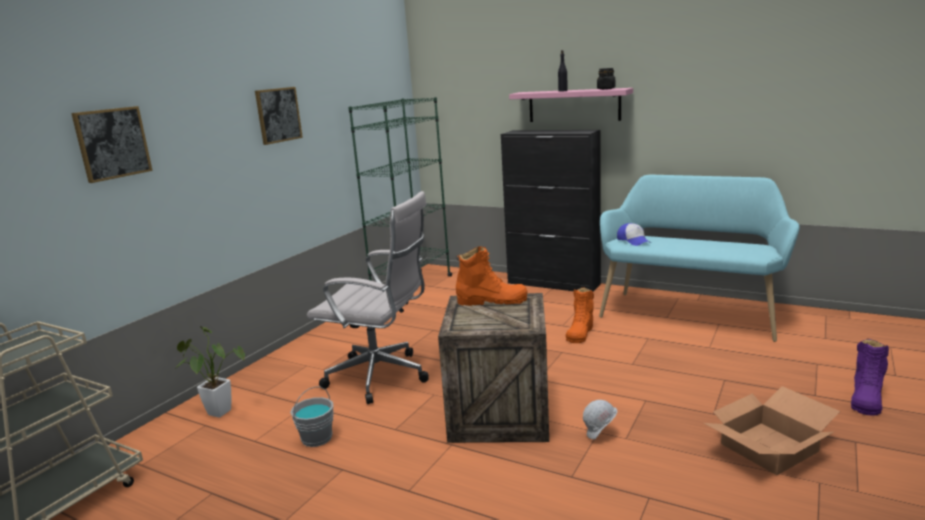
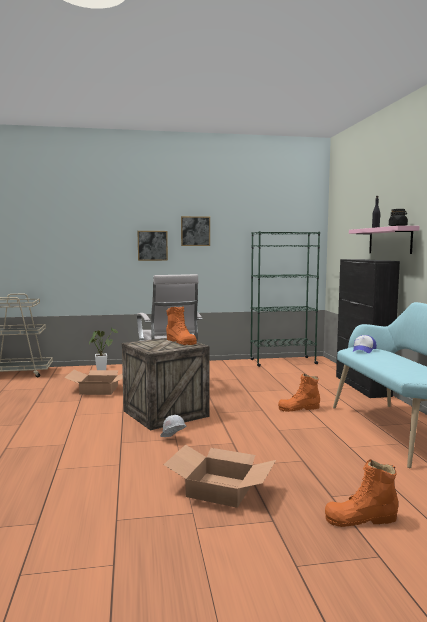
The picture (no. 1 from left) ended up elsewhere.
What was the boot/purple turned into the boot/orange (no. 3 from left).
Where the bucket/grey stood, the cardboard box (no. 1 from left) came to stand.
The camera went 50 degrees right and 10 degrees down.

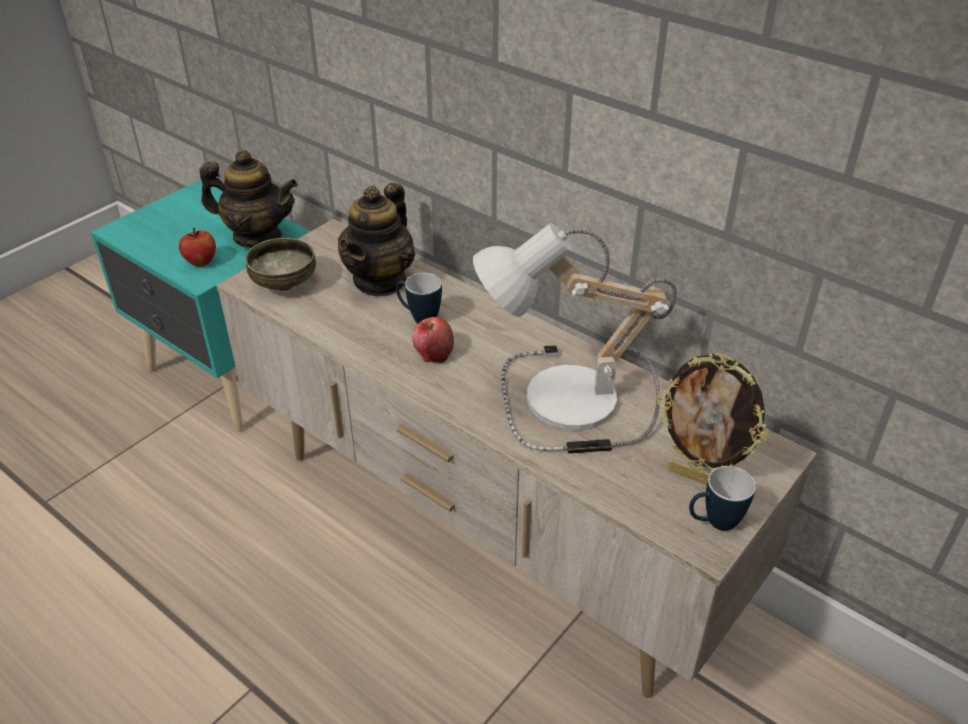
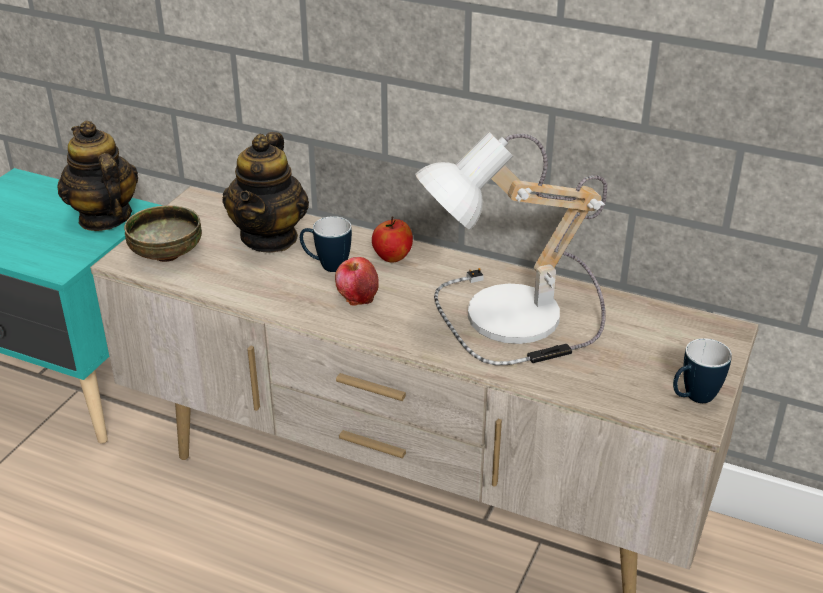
The teapot (no. 1 from left) ended up facing another way, 120 degrees counterclockwise from before.
The apple (no. 1 from left in the first image) ended up elsewhere.
The second view lost the picture frame.
The camera went 15 degrees left and 5 degrees down.

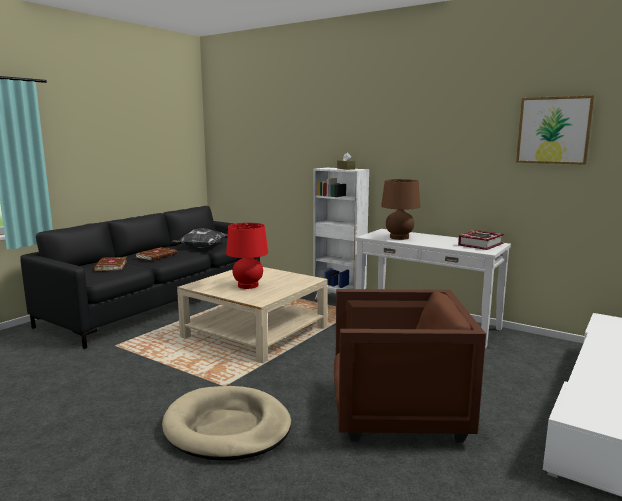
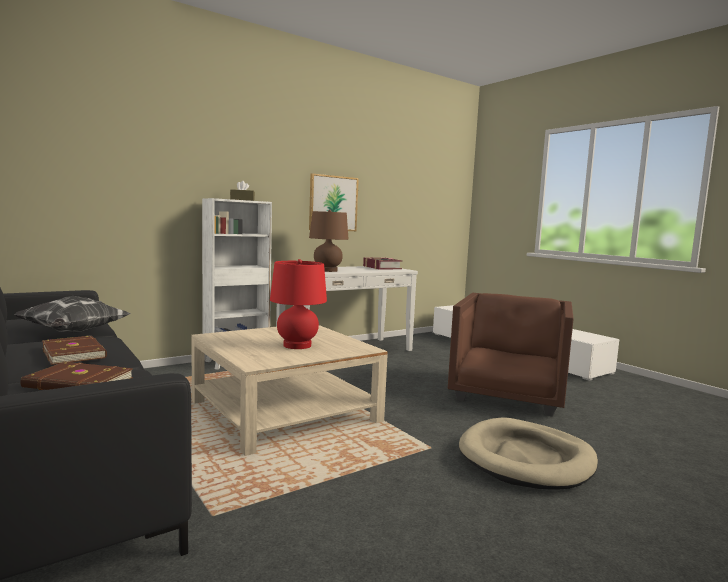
The picture ended up elsewhere.
The camera went 70 degrees left and 5 degrees down.

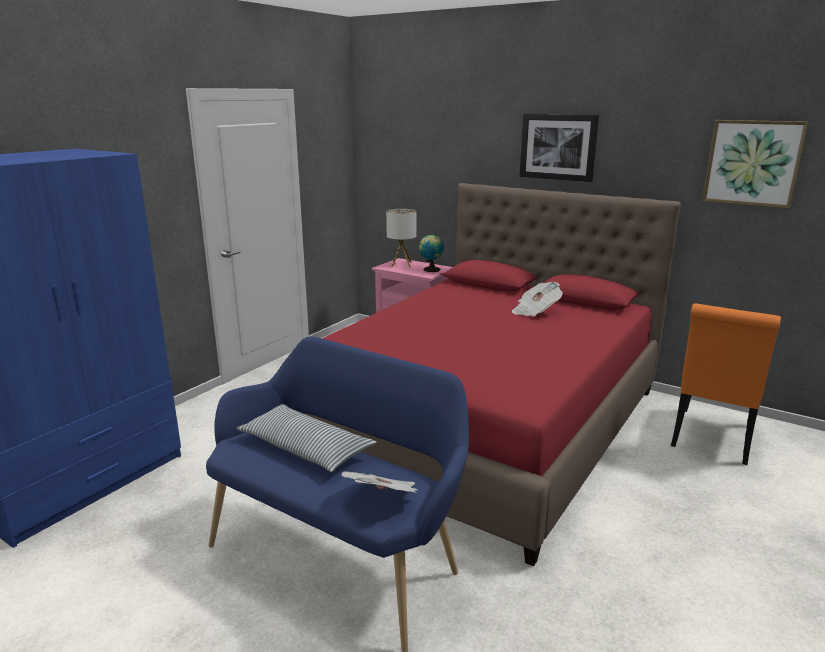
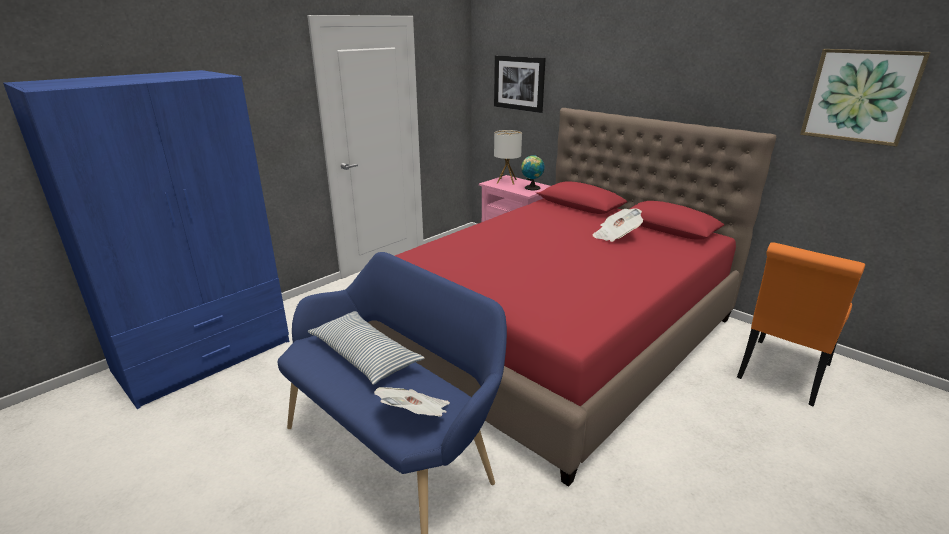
The picture (no. 1 from left) ended up elsewhere.
The camera went 10 degrees right and 5 degrees up.

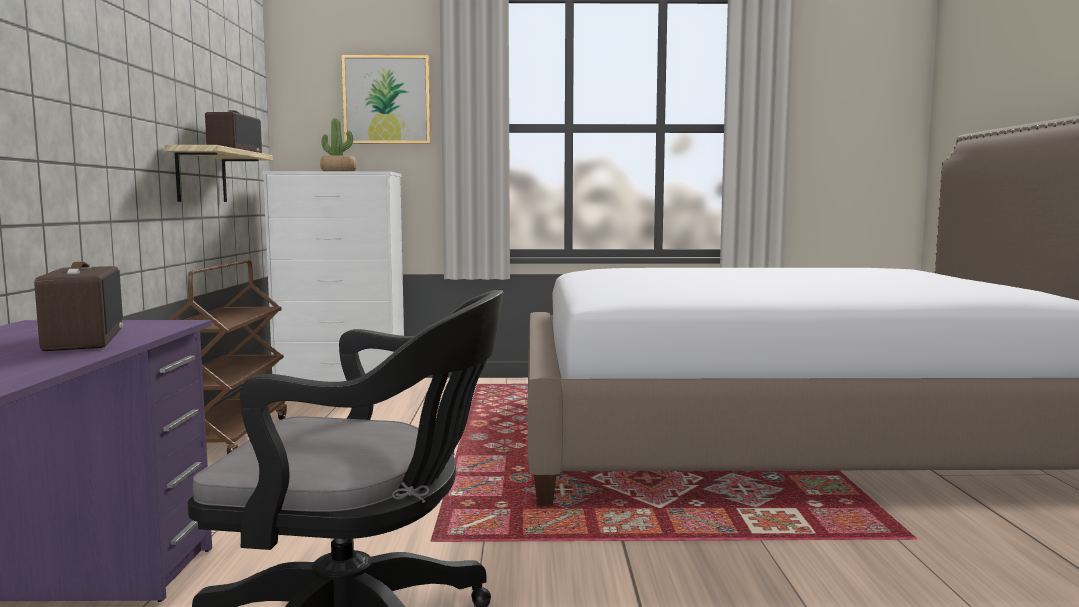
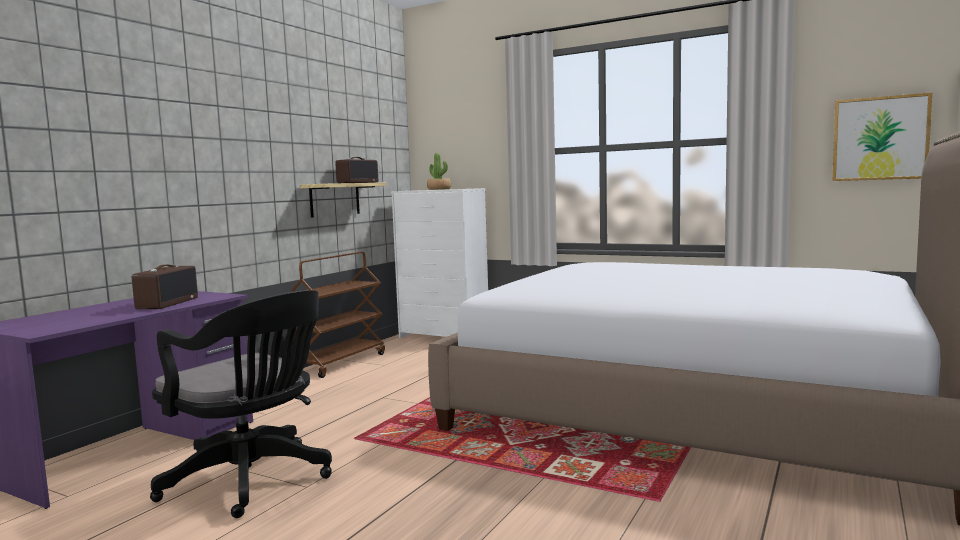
The picture ended up elsewhere.
The camera went 30 degrees right and 0 degrees up.

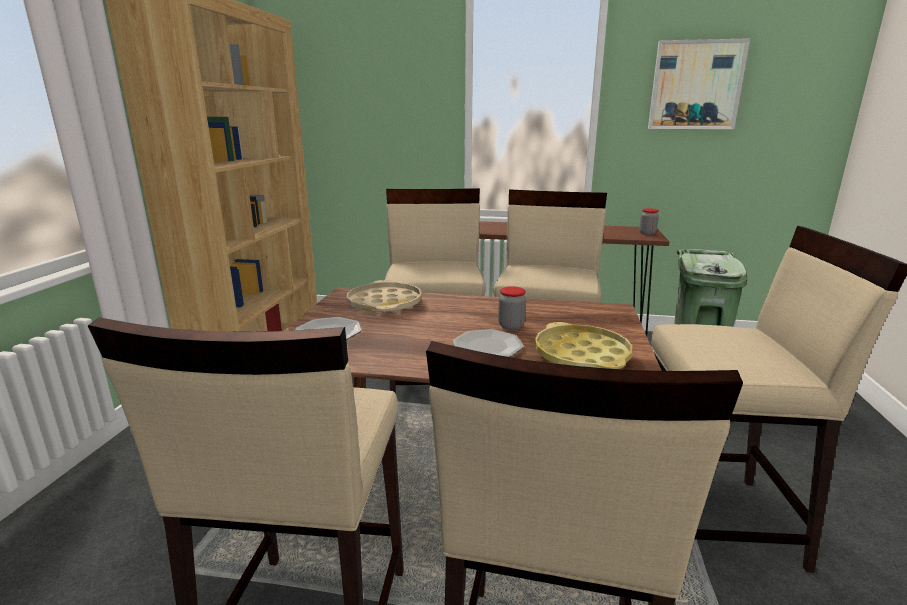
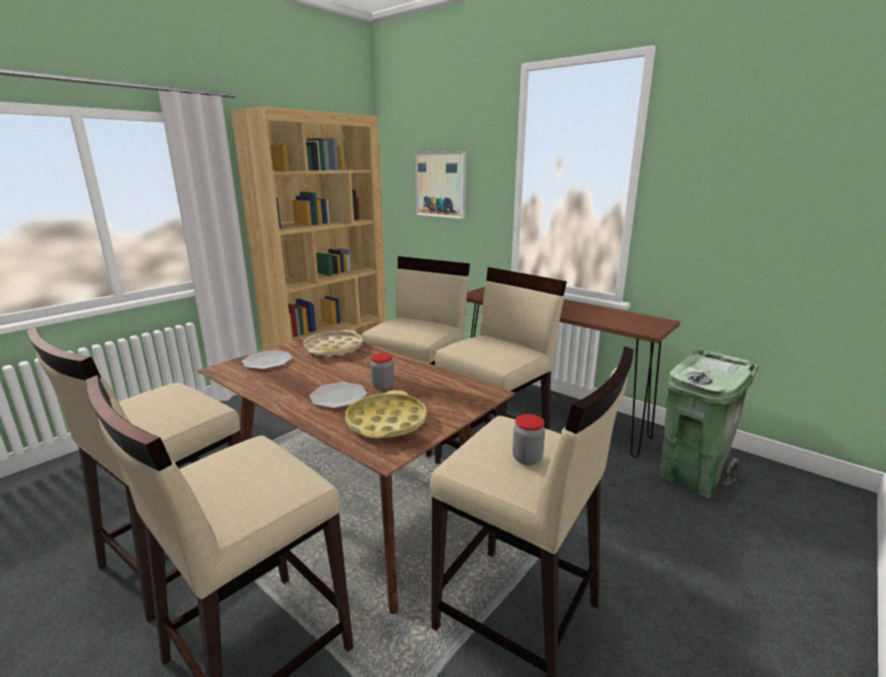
The picture ended up elsewhere.
The jar (no. 2 from left) ended up elsewhere.
The camera went 30 degrees right and 0 degrees up.

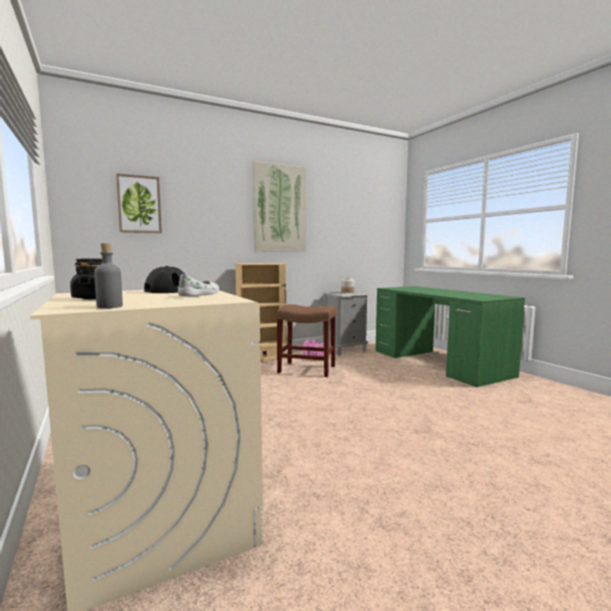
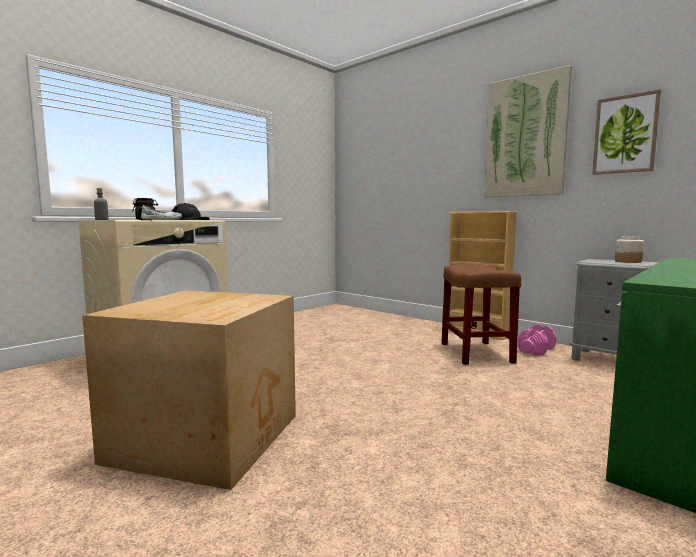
The picture (no. 1 from left in the first image) ended up elsewhere.
The second view gained the cardboard box.
The camera went 70 degrees right and 0 degrees up.

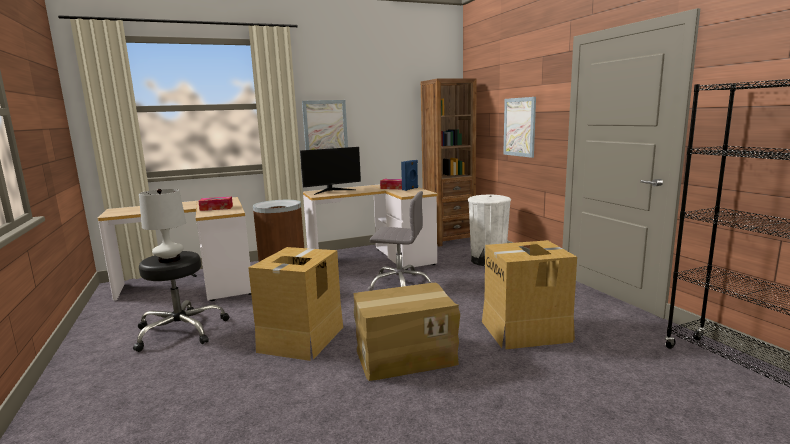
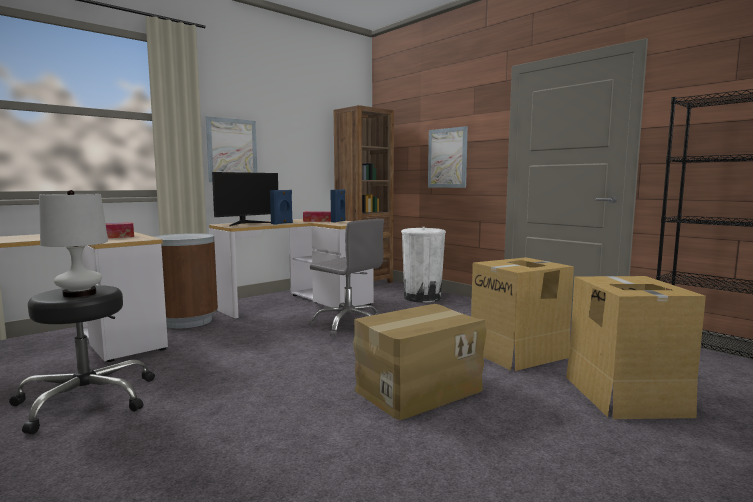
The office chair/grey ended up facing another way, 45 degrees clockwise from before.
The cardboard box (no. 1 from left in the first image) ended up elsewhere.
The second view gained the speaker/blue (no. 1 from left).
The camera went 20 degrees left and 5 degrees down.

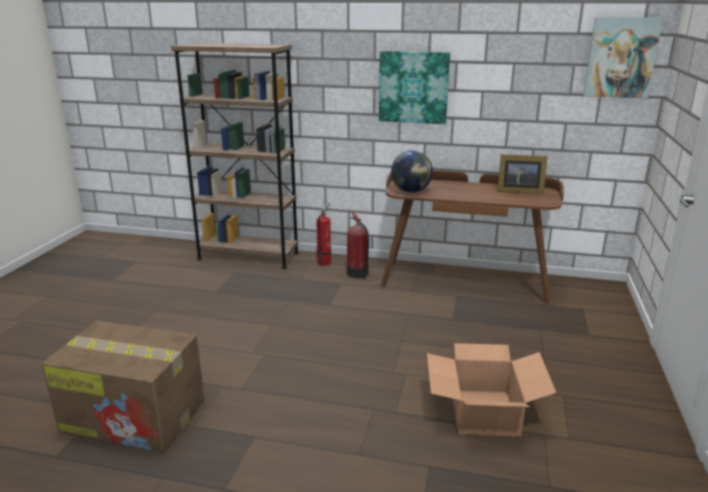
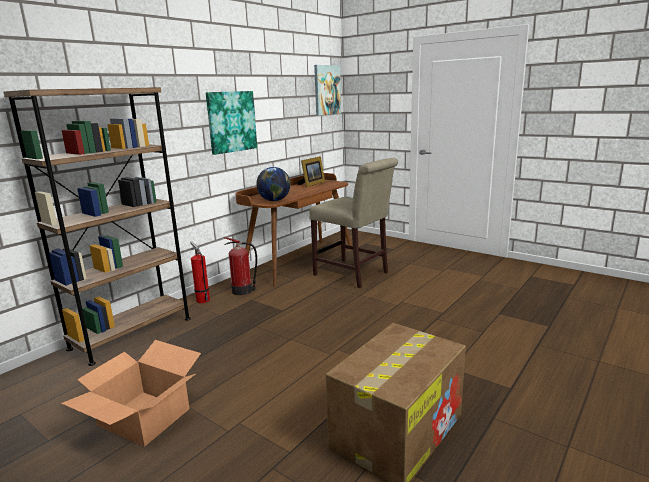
The cardboard box (no. 2 from left in the first image) ended up elsewhere.
The second view gained the chair/beige.
The camera went 65 degrees left and 5 degrees down.

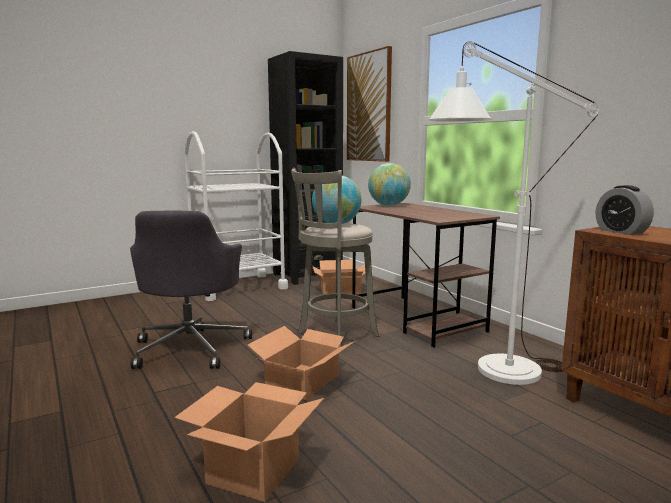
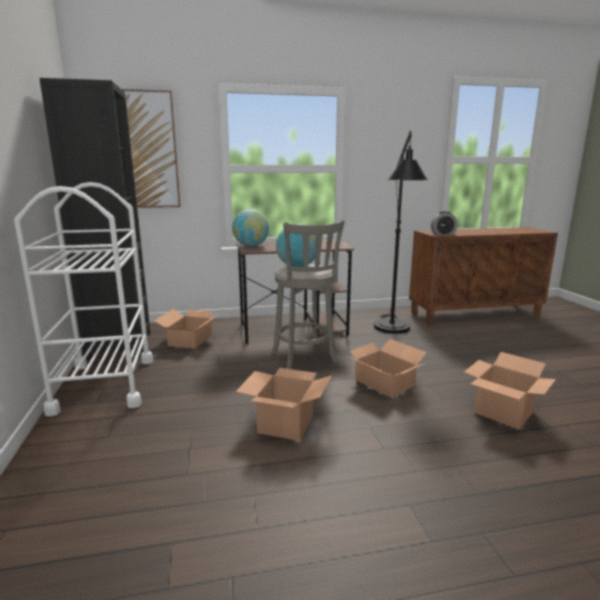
What was the floor lamp/white turned into the floor lamp/black.
Where the office chair/grey stood, the cardboard box (no. 2 from left) came to stand.
The camera went 70 degrees left and 5 degrees up.

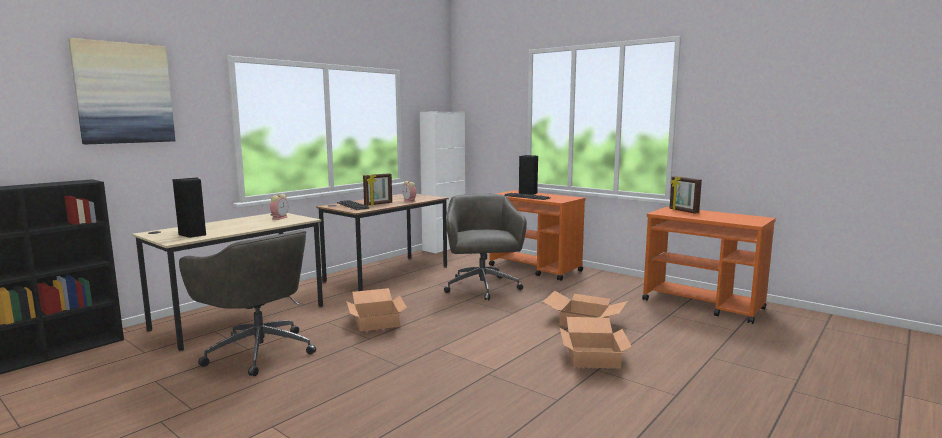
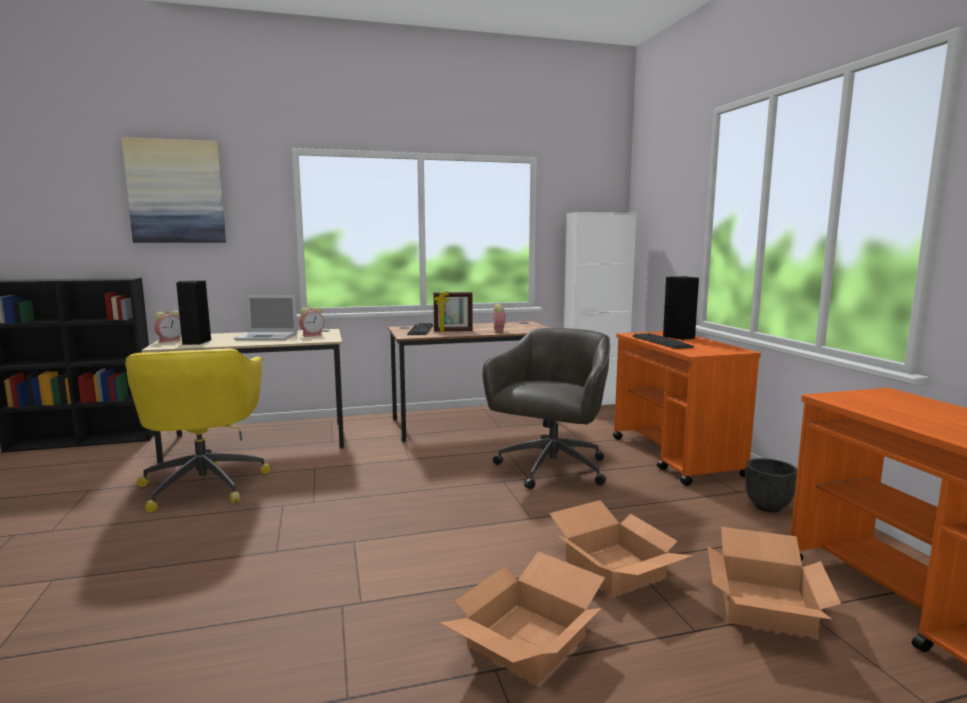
The second view lost the picture frame (no. 2 from left).
What was the office chair/grey (no. 1 from left) turned into the office chair/yellow.
The cardboard box (no. 1 from left in the first image) ended up elsewhere.
The second view gained the laptop.
The second view gained the alarm clock (no. 1 from left).
The second view gained the planter/black.
The camera went 35 degrees right and 0 degrees up.

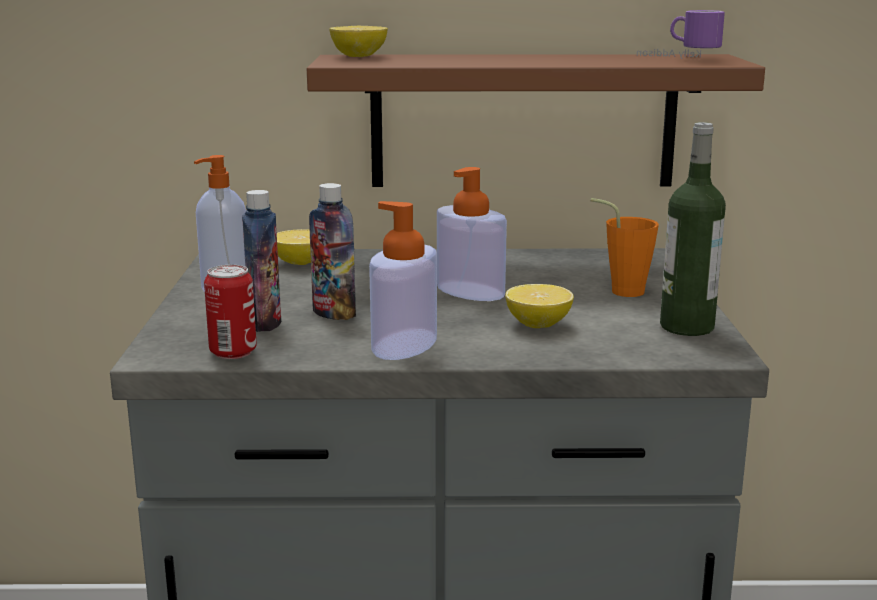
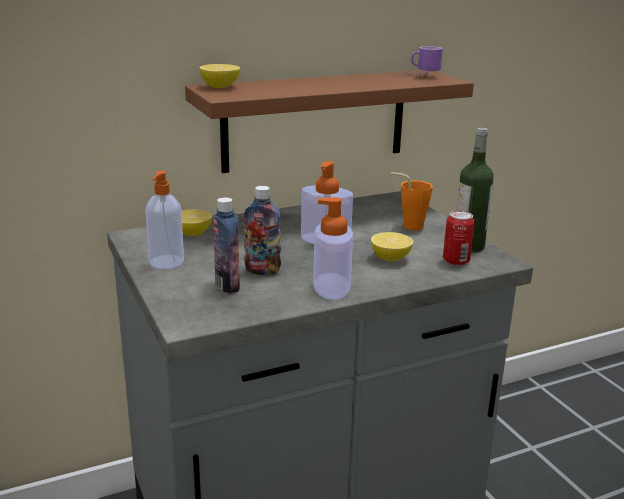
The can ended up elsewhere.
The camera went 25 degrees left and 5 degrees up.

